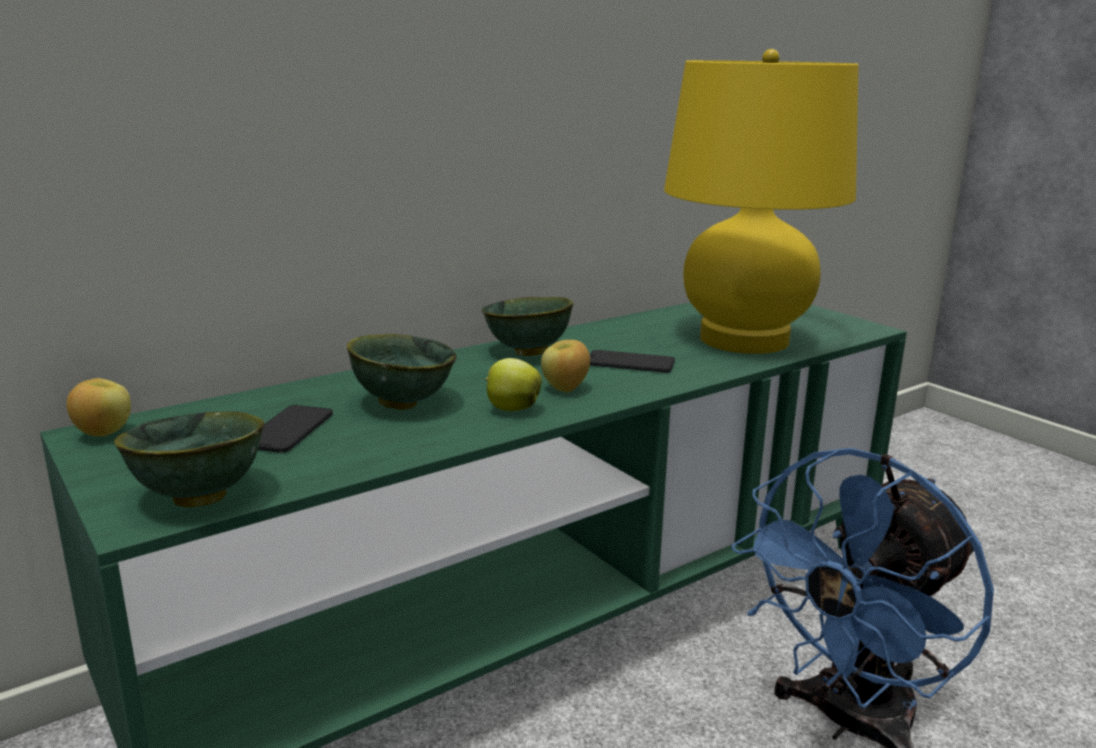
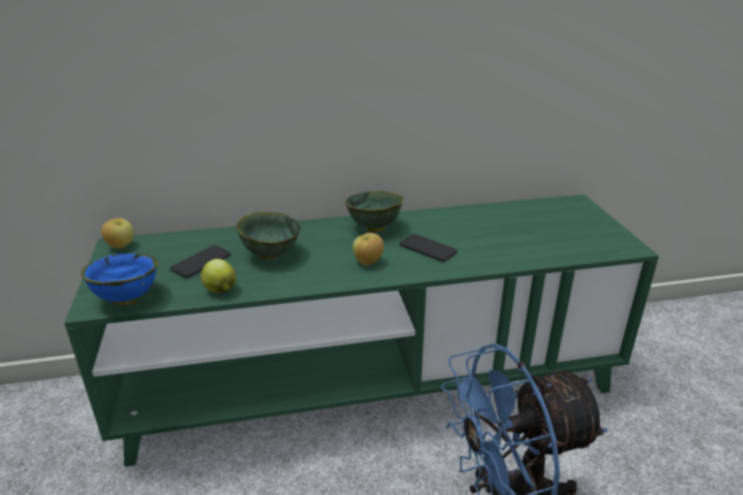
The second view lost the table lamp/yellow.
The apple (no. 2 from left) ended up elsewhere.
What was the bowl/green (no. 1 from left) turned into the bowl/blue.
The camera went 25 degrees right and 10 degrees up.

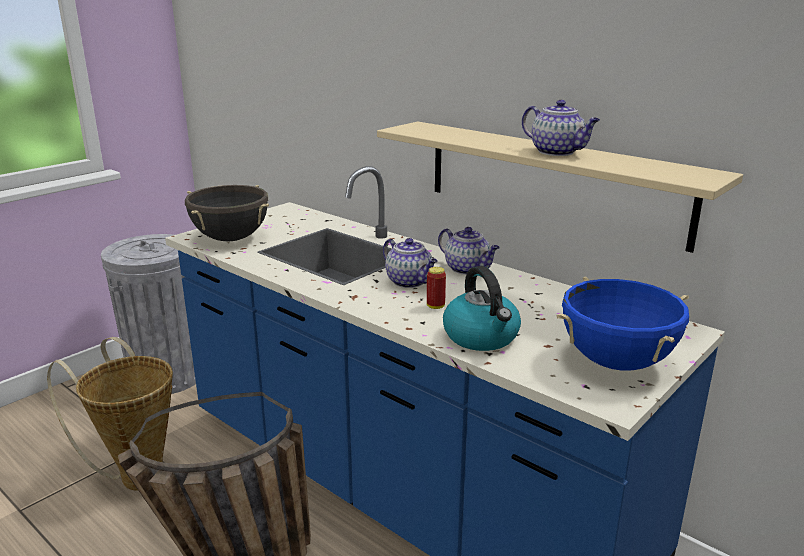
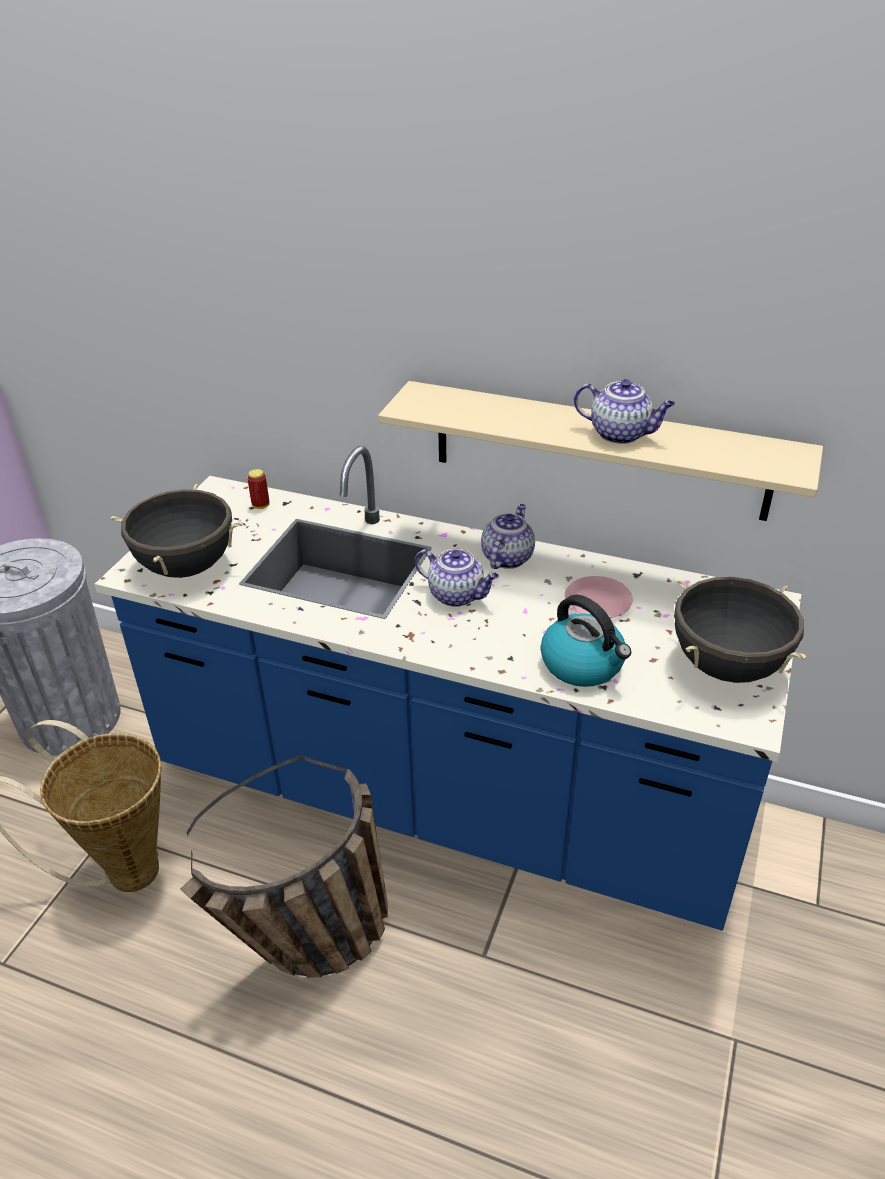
The teapot (no. 2 from left) ended up facing another way, 90 degrees counterclockwise from before.
The can ended up elsewhere.
What was the cooking pot/blue turned into the cooking pot/black (no. 2 from left).
The second view gained the plate/pink.
The camera went 20 degrees left and 15 degrees up.

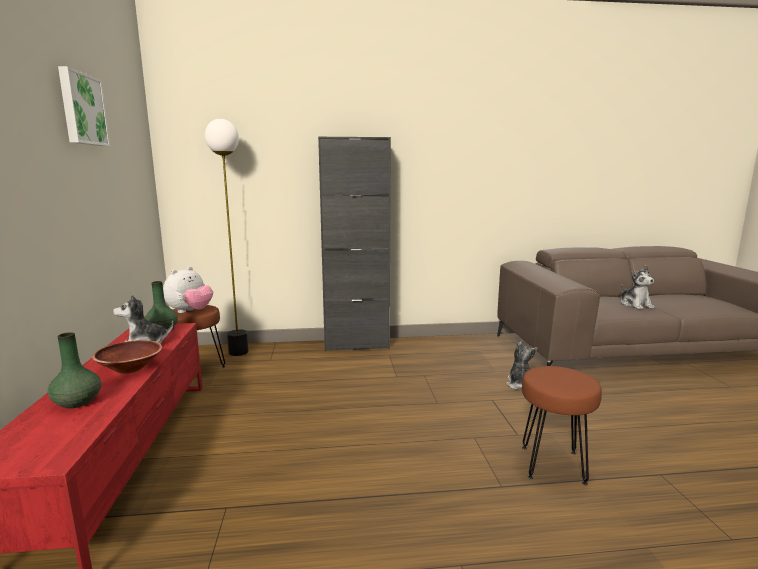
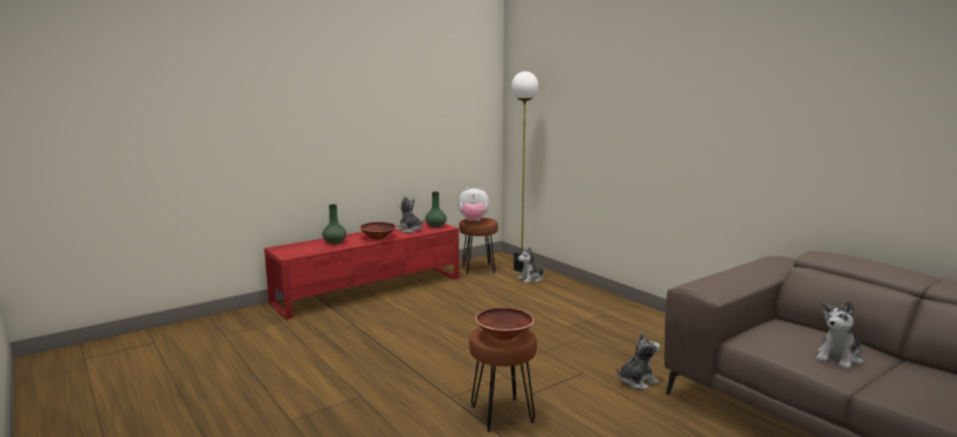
The second view lost the picture.
The second view lost the cabinet/black.
The second view gained the plush toy (no. 3 from left).
The second view gained the bowl/brown (no. 2 from left).
The camera went 60 degrees right and 0 degrees up.

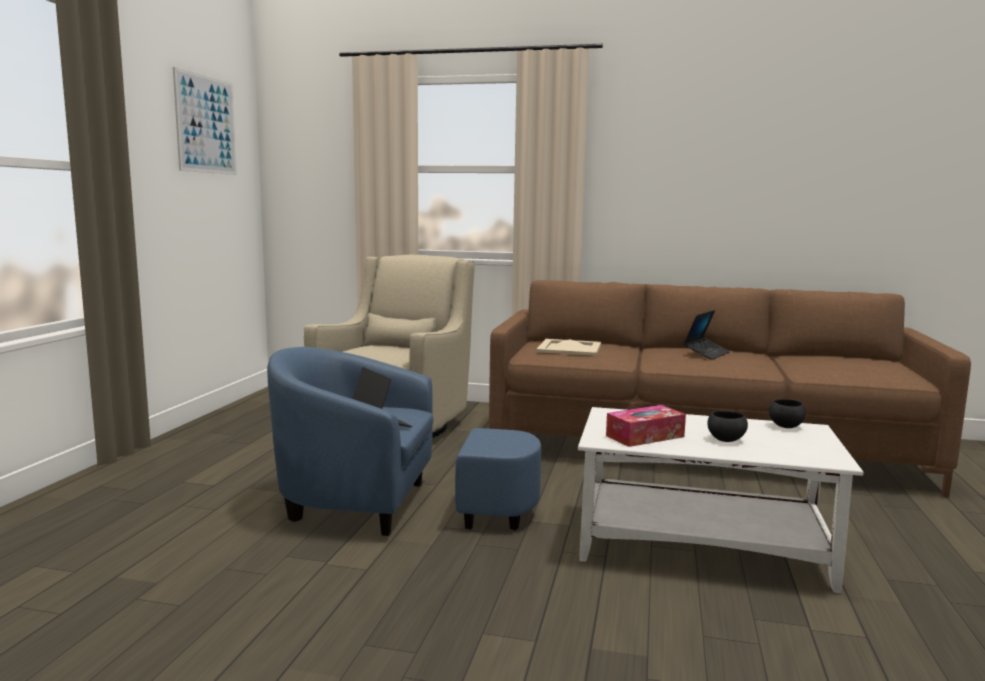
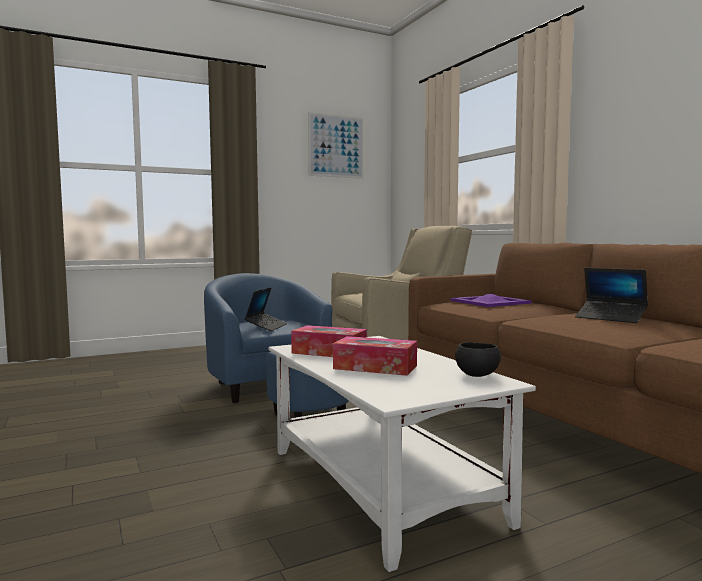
The laptop (no. 2 from left) ended up facing another way, 45 degrees clockwise from before.
What was the tray/beige turned into the tray/purple.
Where the bowl/black (no. 1 from left) stood, the tissue box (no. 2 from left) came to stand.
The camera went 50 degrees right and 5 degrees down.

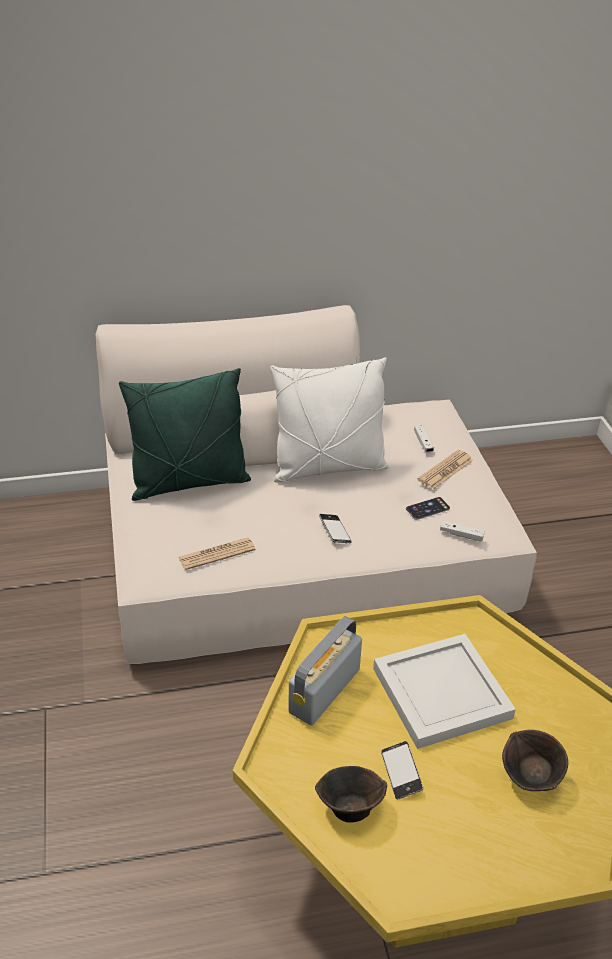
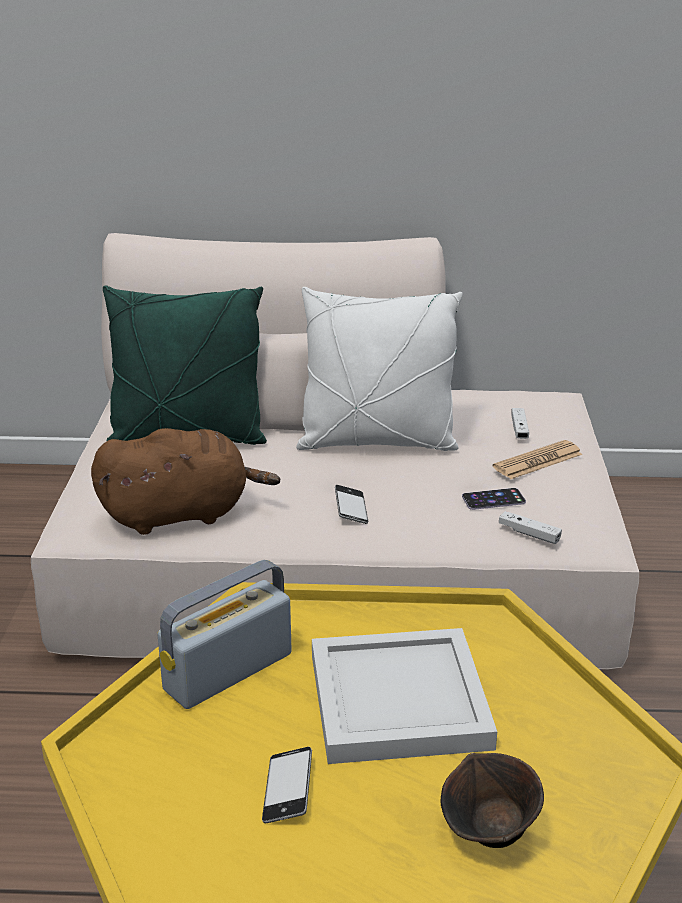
Where the newspaper (no. 1 from left) stood, the plush toy/brown came to stand.
The second view lost the bowl/brown (no. 1 from left).
The camera went 15 degrees right and 10 degrees down.

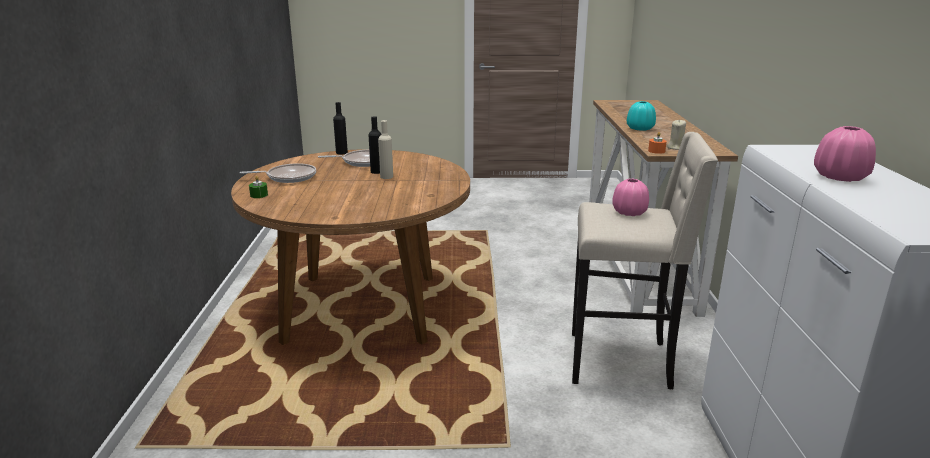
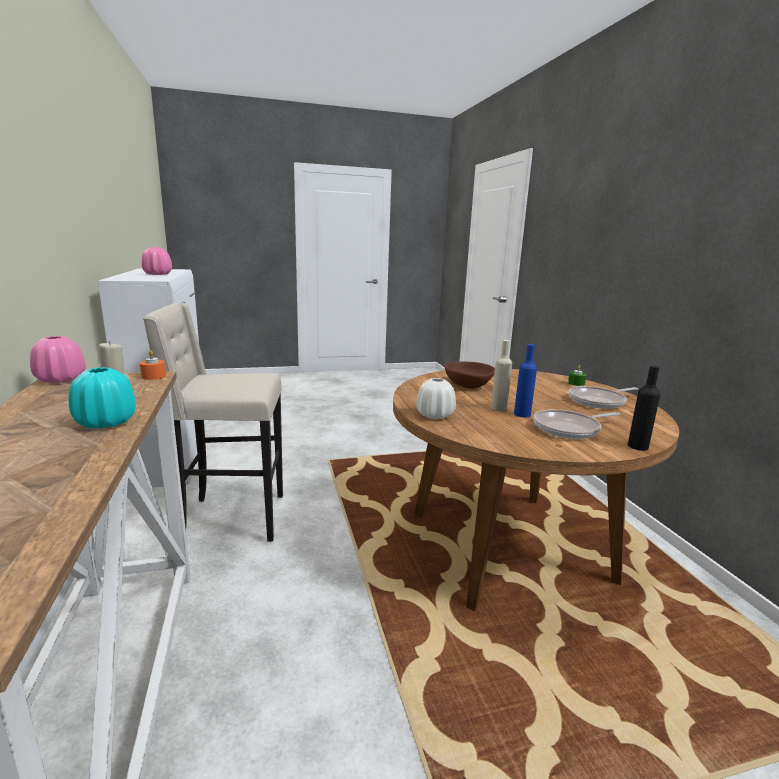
What was the bottle/black (no. 2 from left) turned into the bottle/blue.
The vase/pink (no. 1 from left) ended up elsewhere.
The second view gained the bowl/brown.
The second view gained the vase/white.
The camera went 165 degrees right and 5 degrees down.

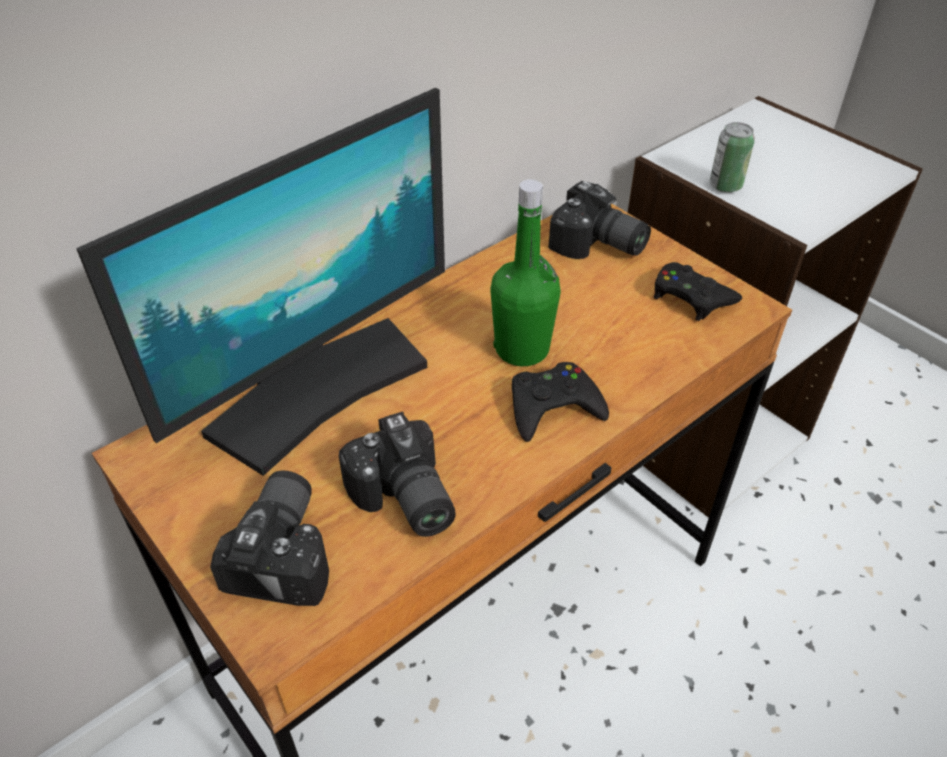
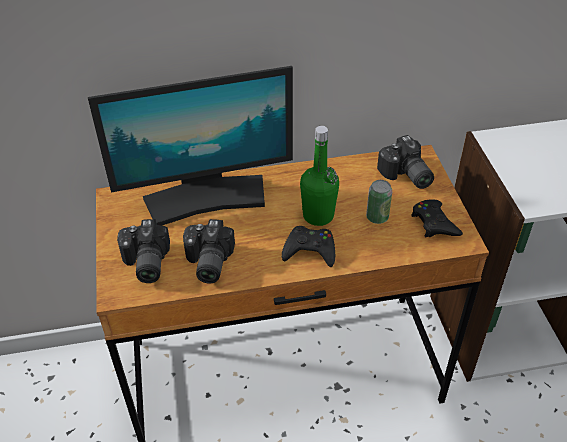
The can ended up elsewhere.
The photo camera (no. 1 from left) ended up facing another way, 135 degrees clockwise from before.
The camera went 30 degrees right and 0 degrees up.

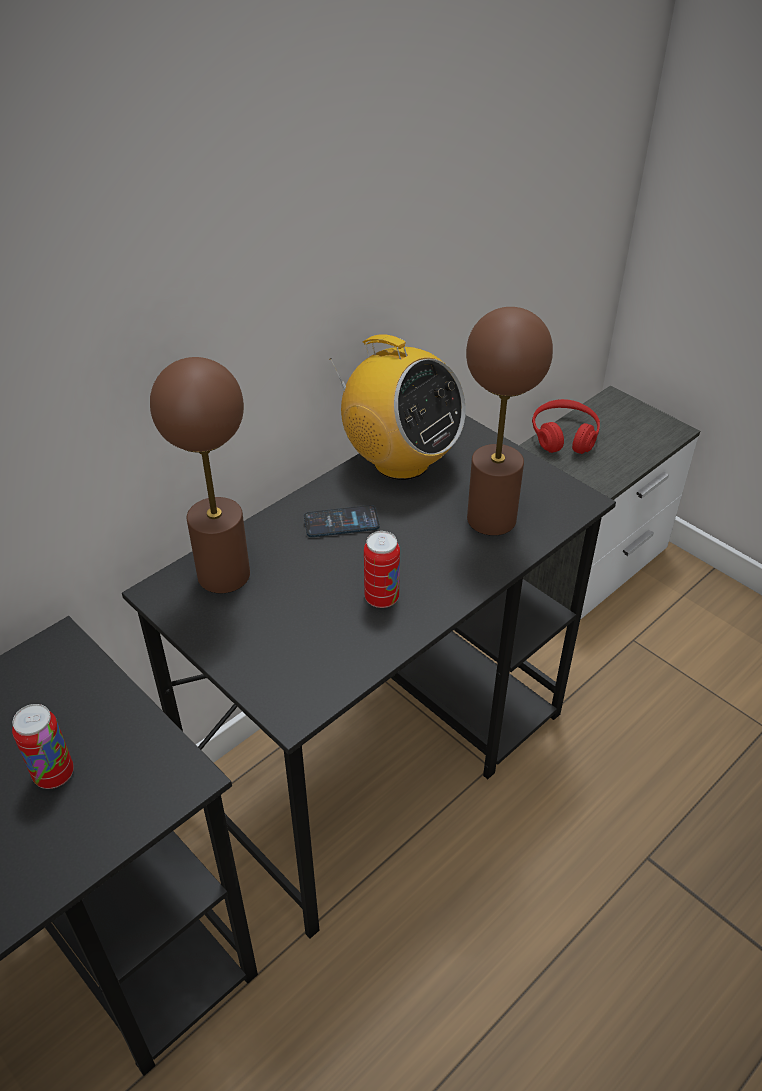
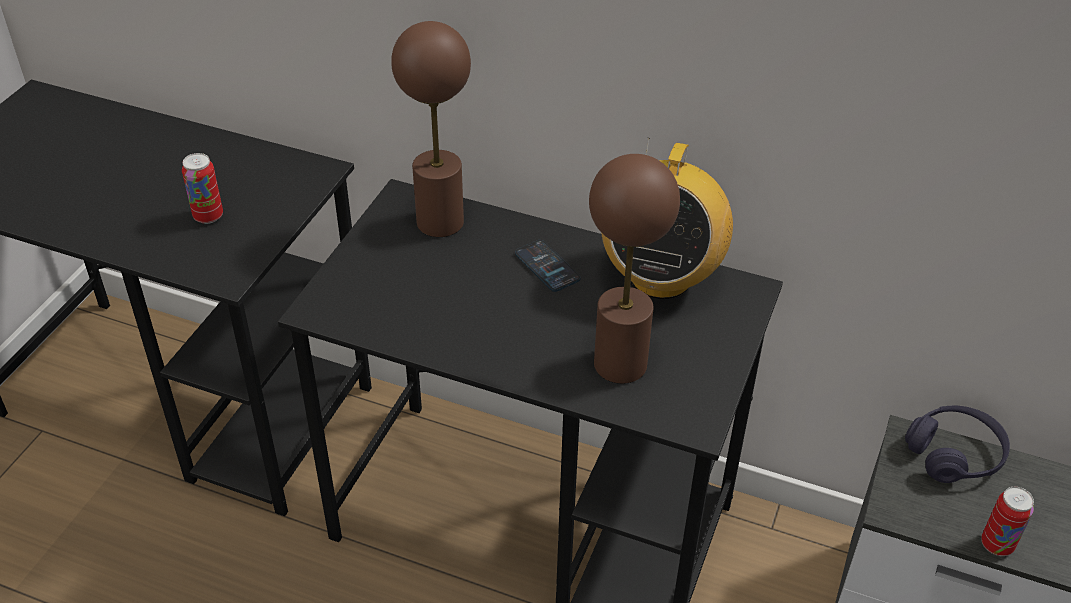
What was the headphones/red turned into the headphones/purple.
The can (no. 2 from left) ended up elsewhere.
The camera went 65 degrees right and 0 degrees up.

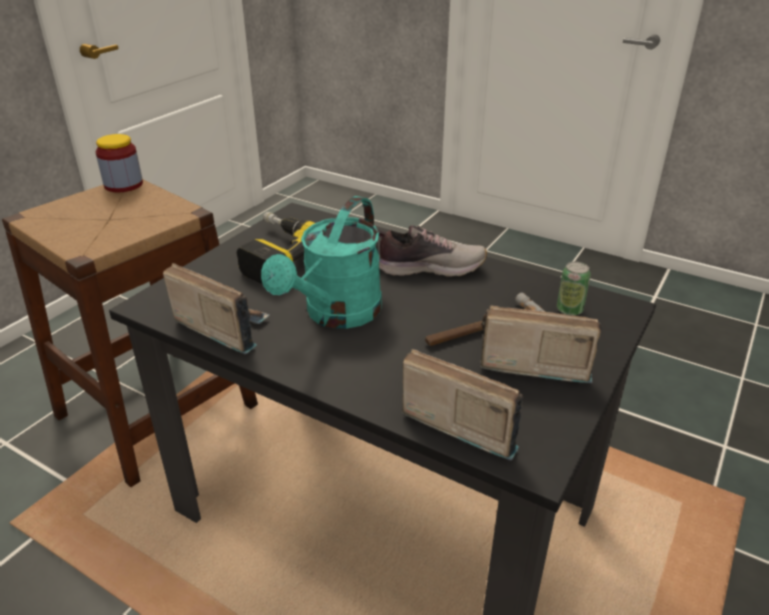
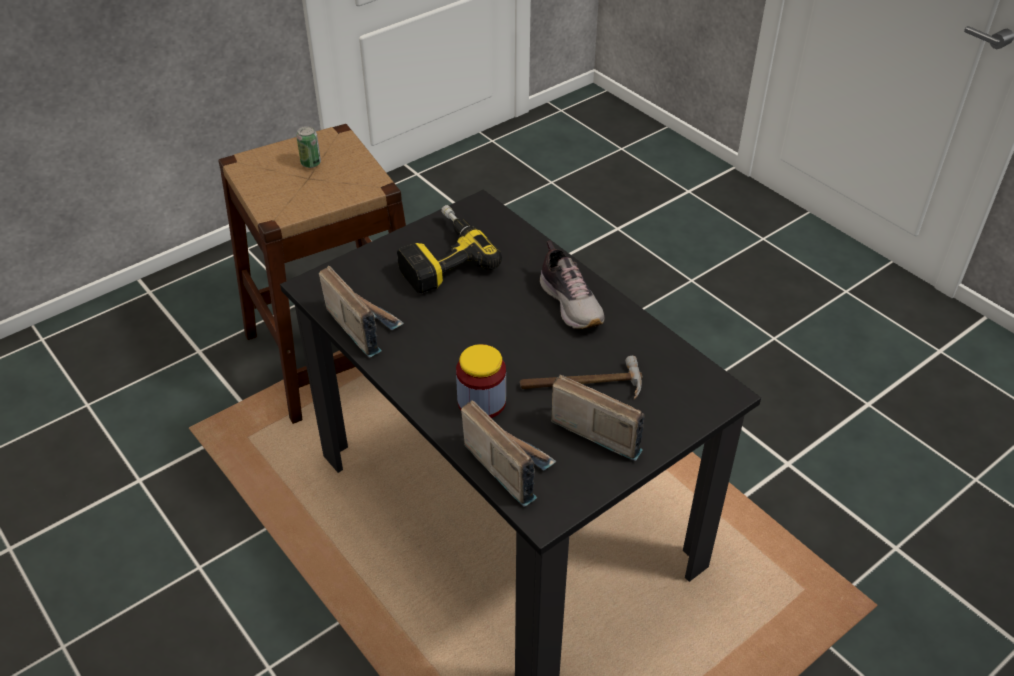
The jar ended up elsewhere.
The second view lost the watering can/turquoise.
The shoe ended up facing another way, 45 degrees clockwise from before.
The can ended up elsewhere.
The camera went 20 degrees right and 10 degrees up.

